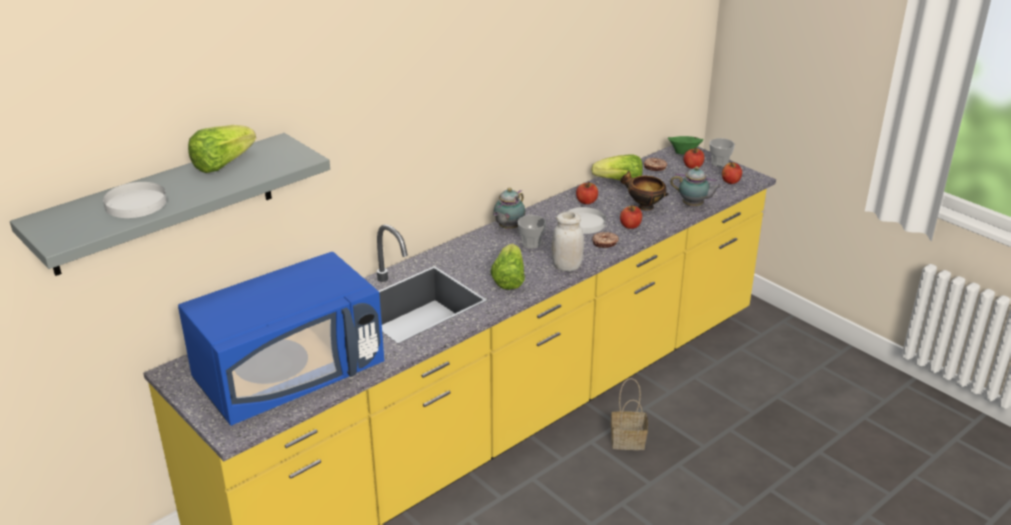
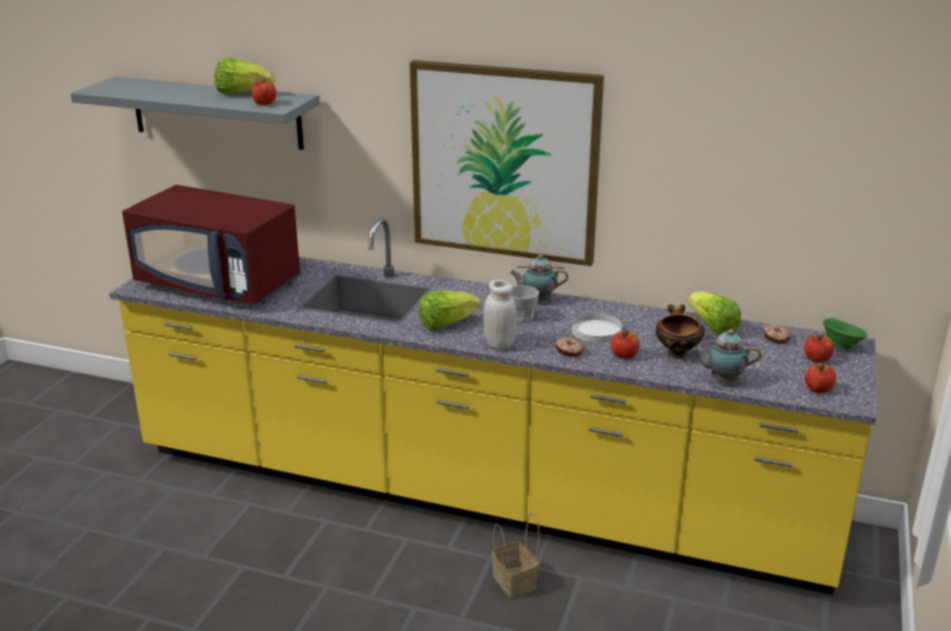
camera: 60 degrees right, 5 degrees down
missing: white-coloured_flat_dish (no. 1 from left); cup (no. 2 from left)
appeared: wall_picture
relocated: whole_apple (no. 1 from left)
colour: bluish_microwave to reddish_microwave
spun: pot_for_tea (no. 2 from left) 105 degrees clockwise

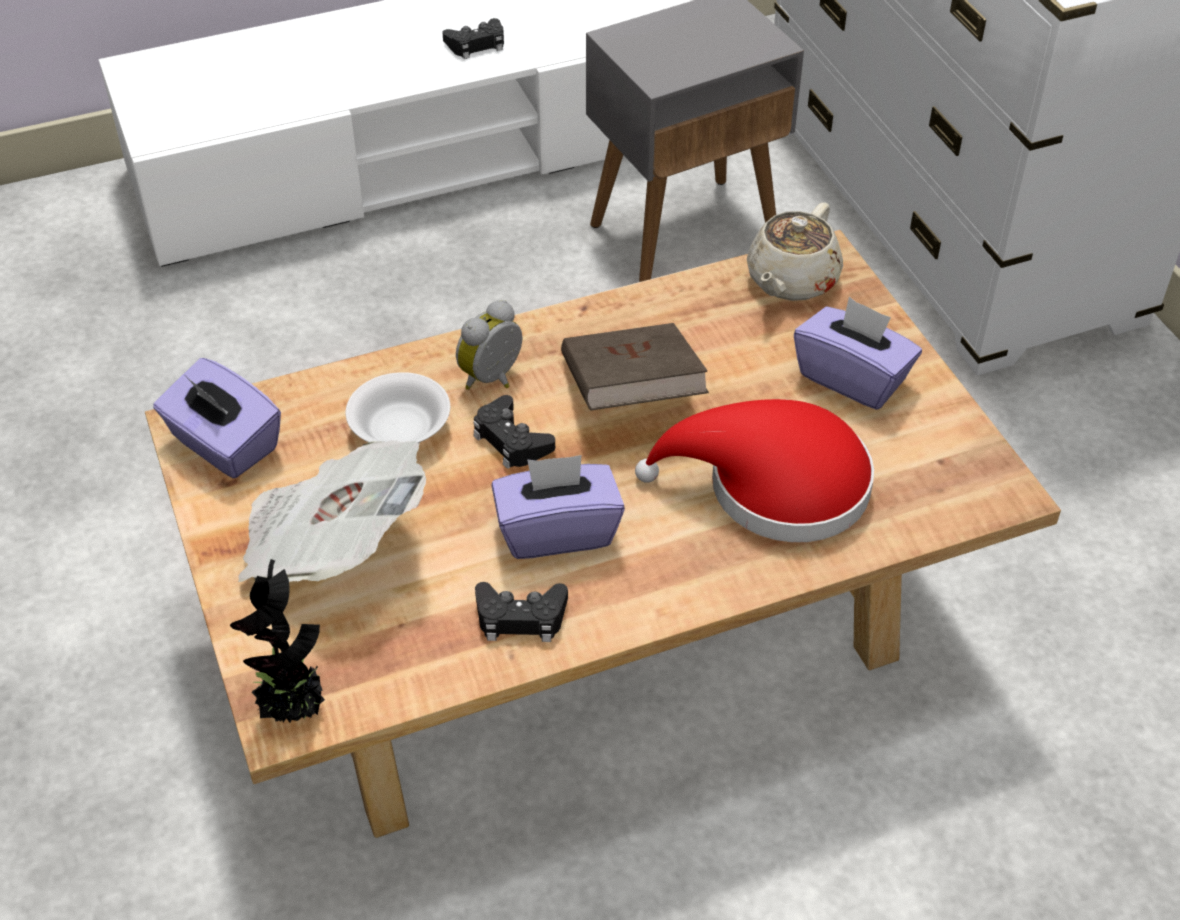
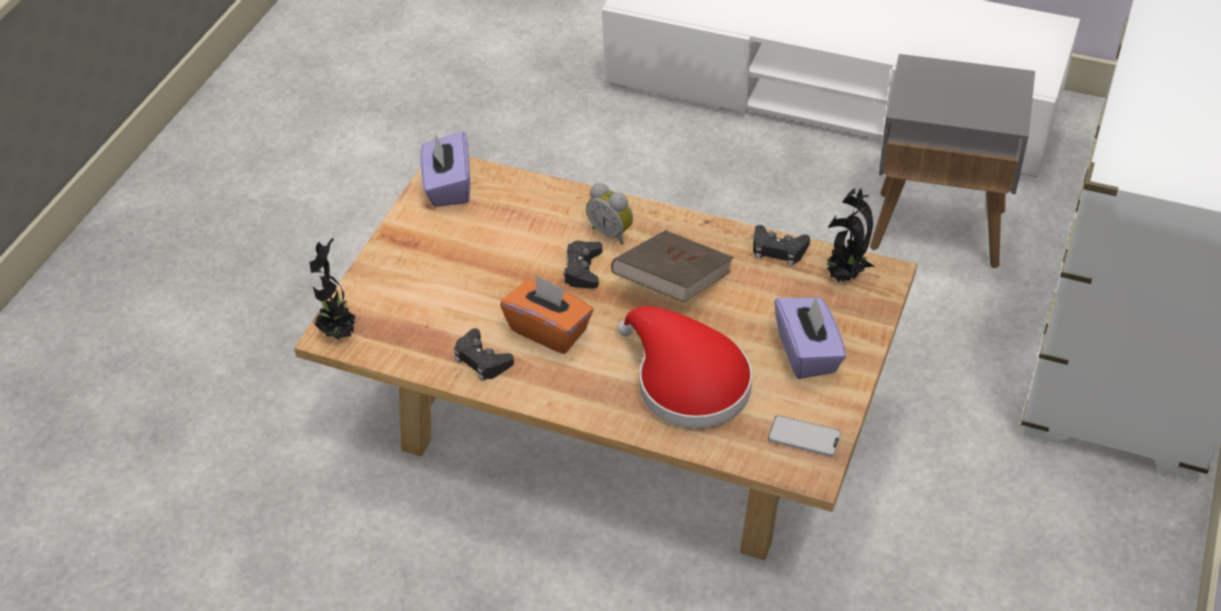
camera: 45 degrees right, 0 degrees up
missing: newspaper; white-coloured_serving_bowl
appeared: phone
relocated: blackish_joypad (no. 1 from left in the first image) to blackish_joypad (no. 3 from left)
exchanged: beige_pot_for_tea to potted_plant (no. 2 from left)
colour: purplish_tissue_box (no. 2 from left) to orange-coloured_tissue_box
spun: alarm_clock 135 degrees counterclockwise

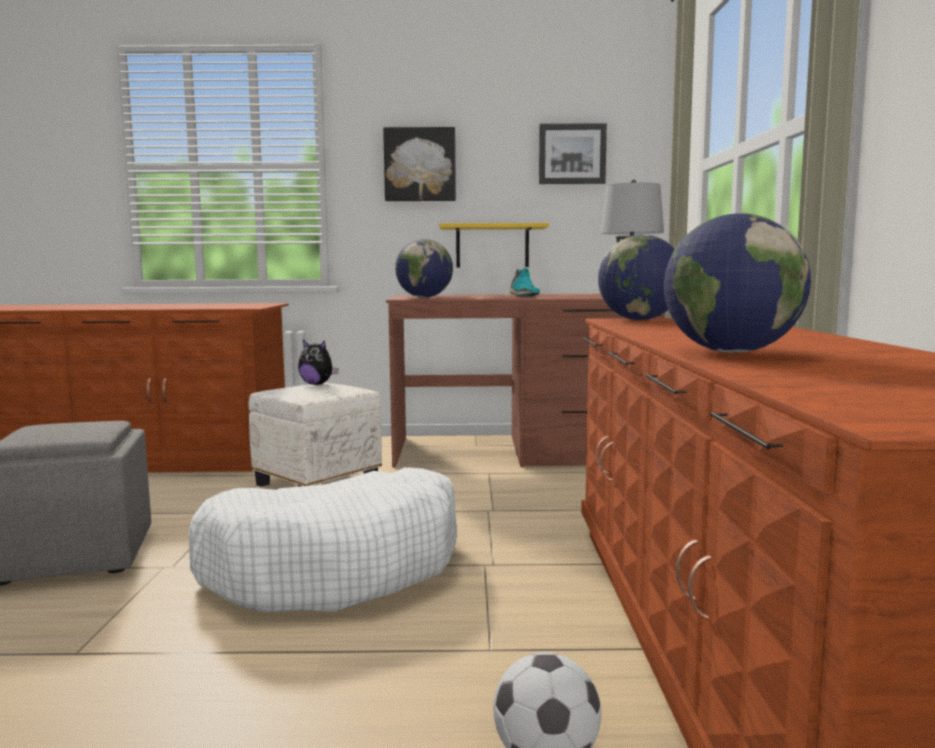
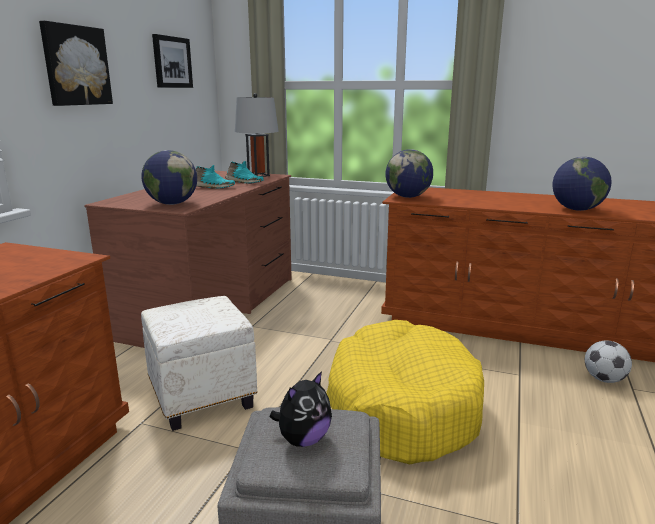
camera: 70 degrees left, 10 degrees up
missing: yellow_wall_shelf
appeared: blue-green_shoe (no. 2 from left)
relocated: soft_toy
colour: white-coloured_dog_bed to yellow_dog_bed

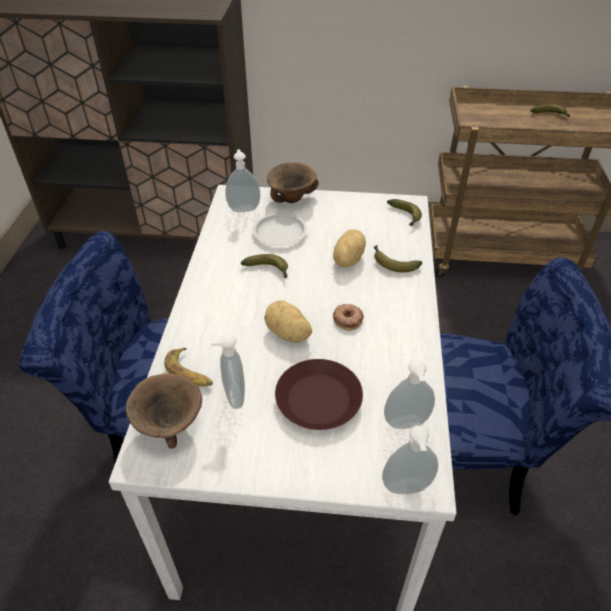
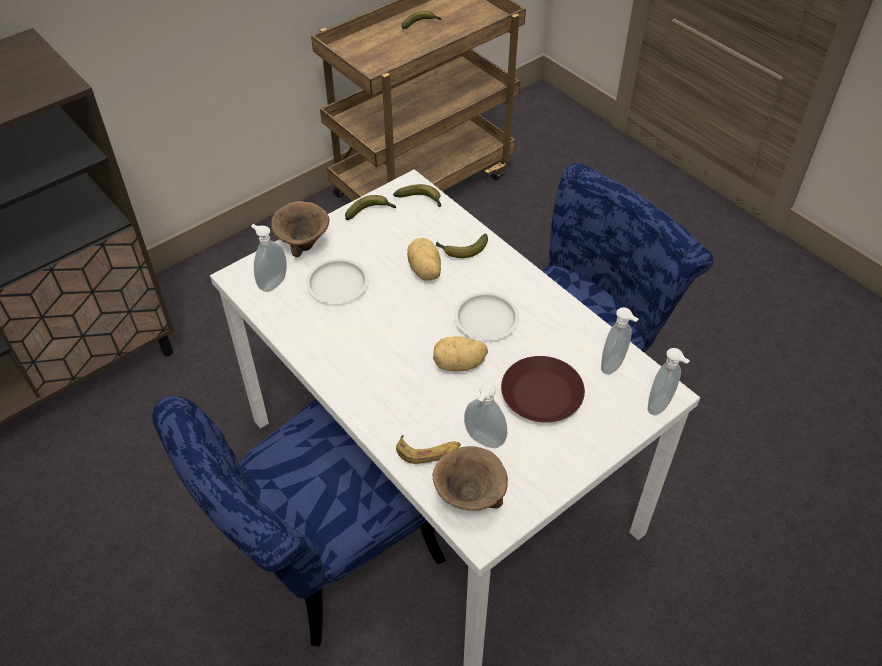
camera: 45 degrees left, 5 degrees up
relocated: whole_banana (no. 2 from left in the first image) to whole_banana (no. 1 from left)
exchanged: donut to white-coloured_flat_dish (no. 2 from left)

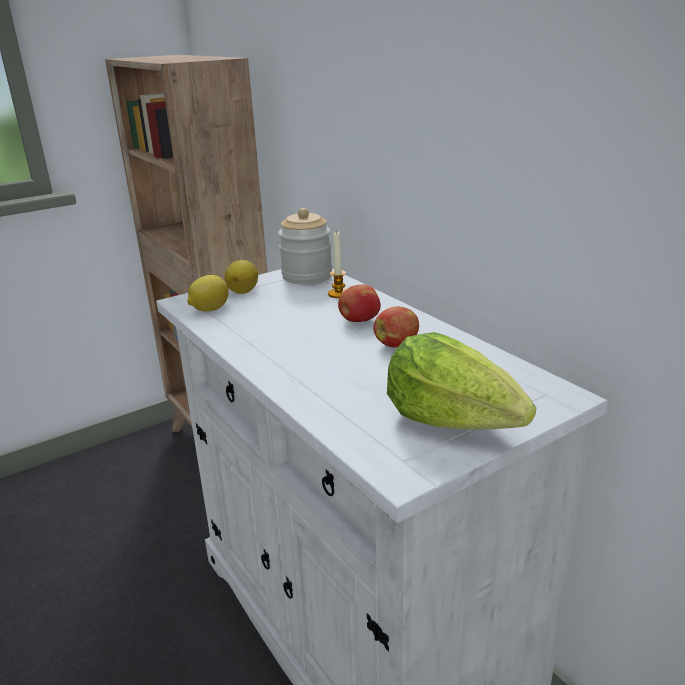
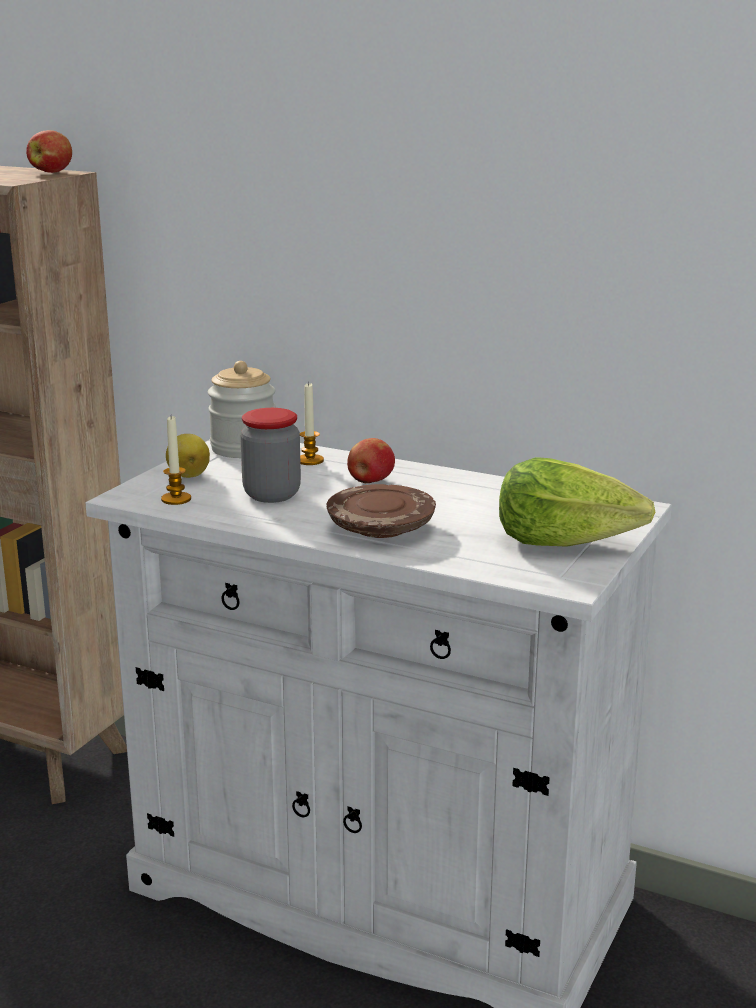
camera: 30 degrees left, 5 degrees down
appeared: jar (no. 2 from left); brownish_flat_dish
relocated: whole_apple (no. 2 from left in the first image) to whole_apple (no. 1 from left)
exchanged: whole_lemon (no. 1 from left) to candle (no. 1 from left)

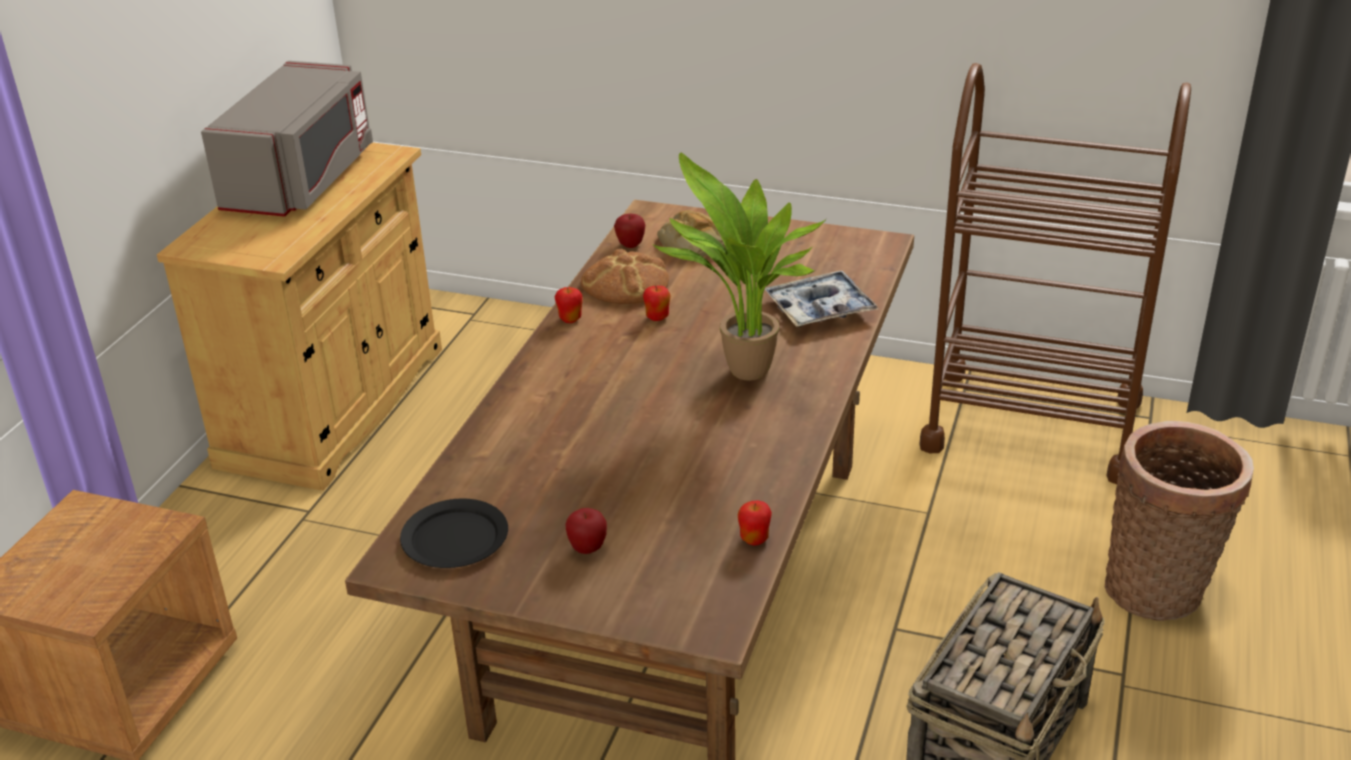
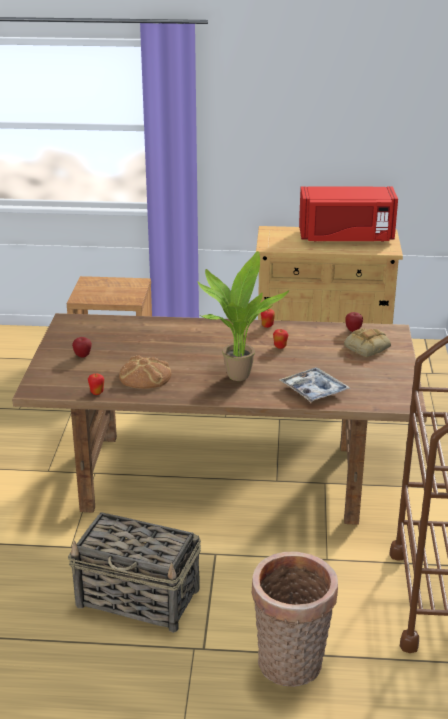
camera: 75 degrees right, 5 degrees down
missing: blackish_flat_dish
relocated: bakery_bread (no. 1 from left)
colour: greyish_microwave to reddish_microwave

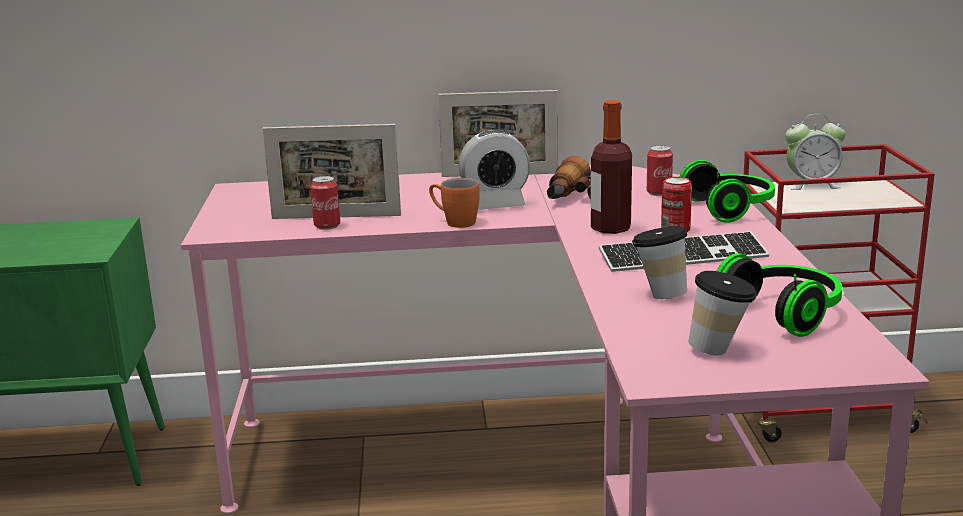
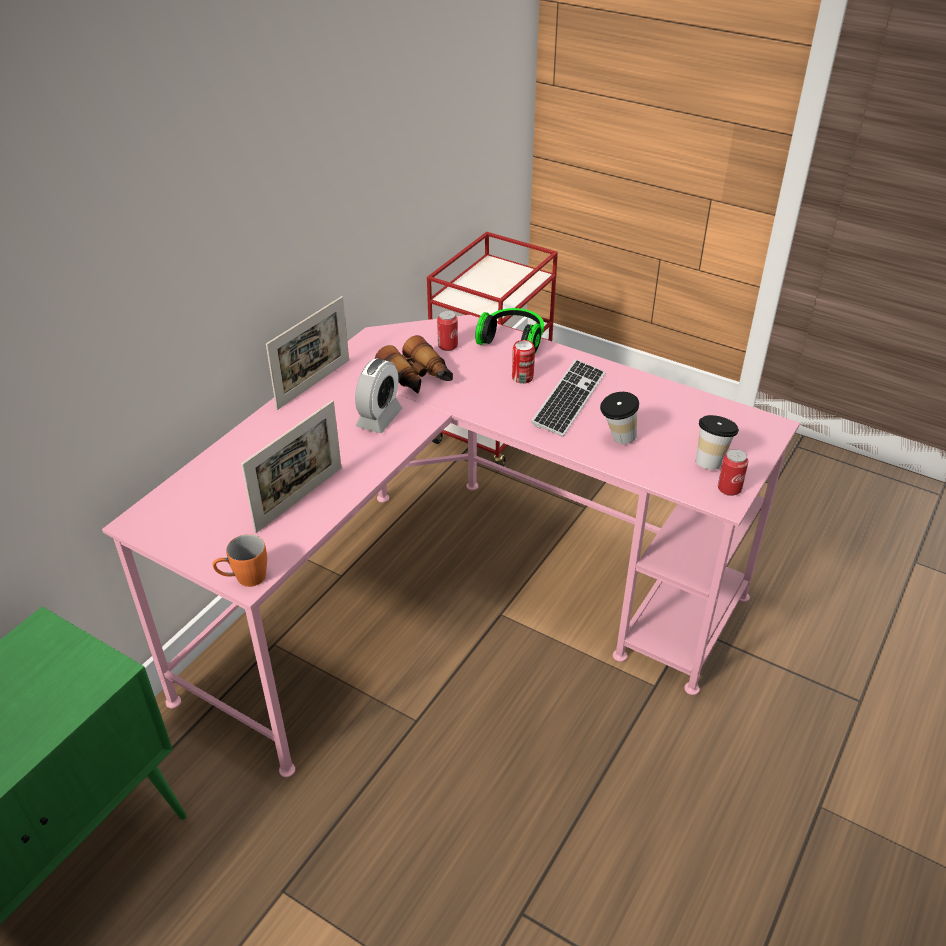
camera: 55 degrees left, 20 degrees up
missing: beverage_bottle; headset (no. 2 from left); alarm_clock (no. 2 from left)
relocated: metal_can (no. 1 from left in the first image) to metal_can (no. 3 from left); orange-coloured_mug

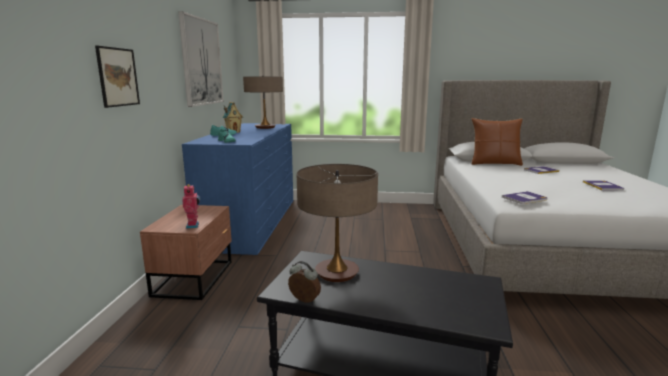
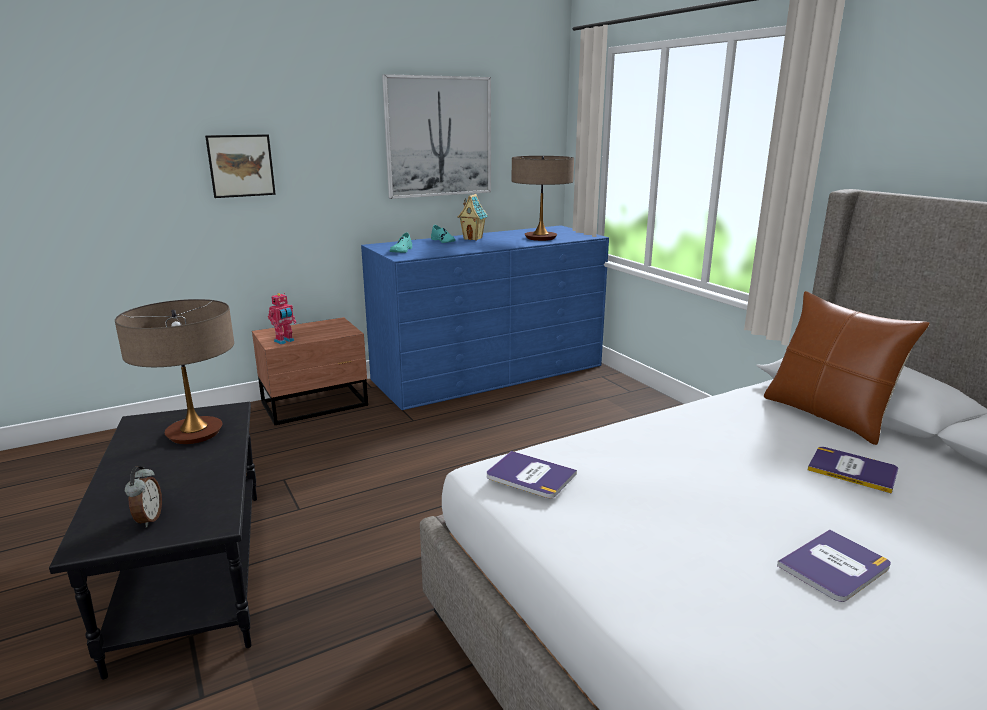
camera: 55 degrees right, 5 degrees up
relocated: alarm_clock

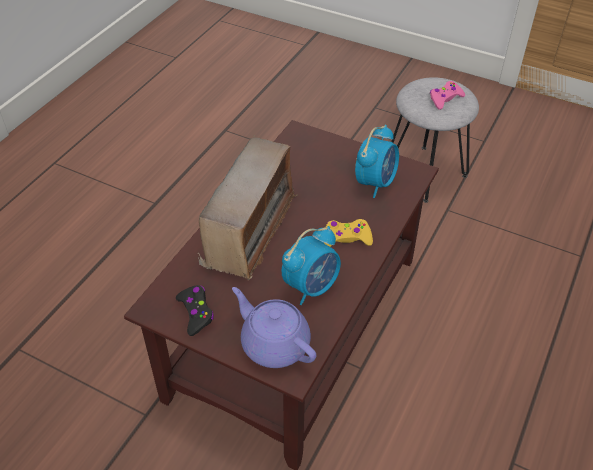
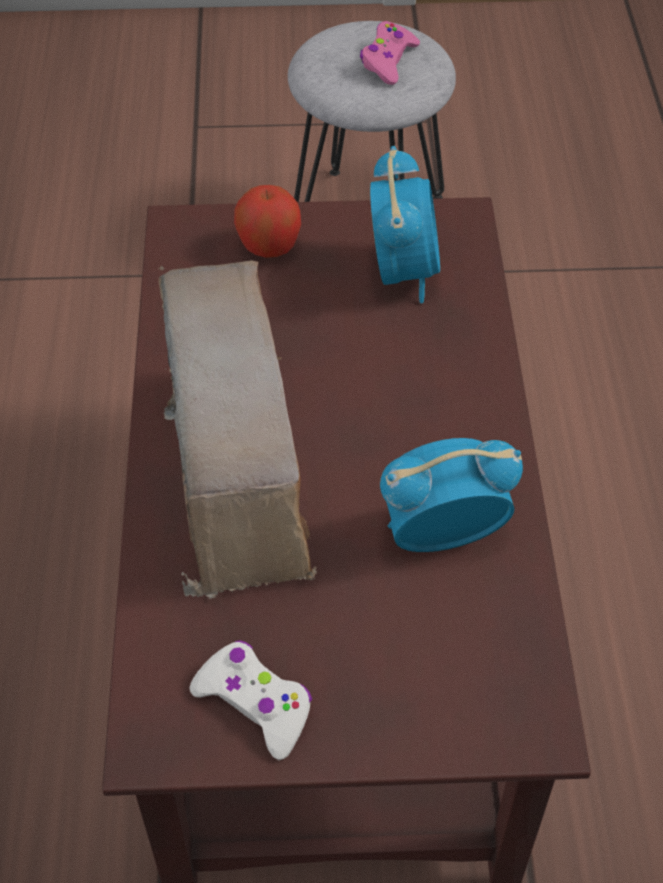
camera: 30 degrees left, 5 degrees up
missing: purplish_pot_for_tea; yellow_joypad
appeared: whole_apple
colour: blackish_joypad to white-coloured_joypad
spun: alarm_clock (no. 1 from left in the first image) 120 degrees counterclockwise

